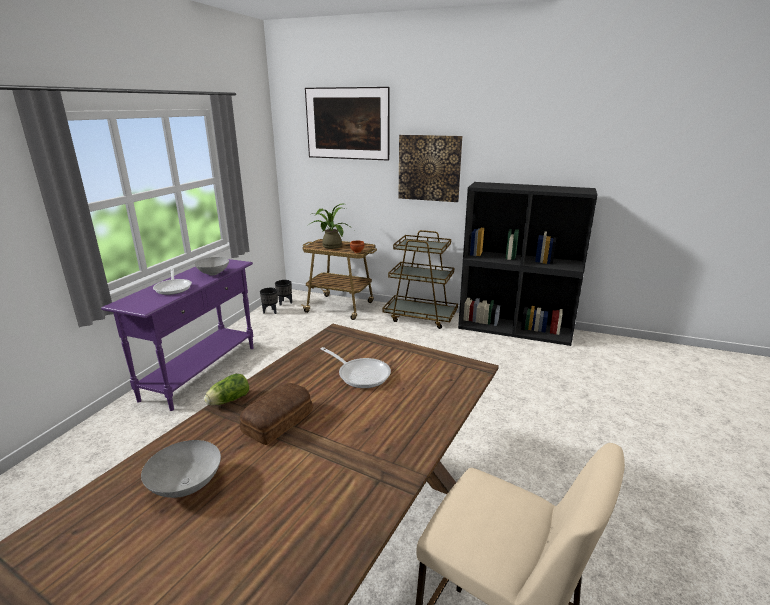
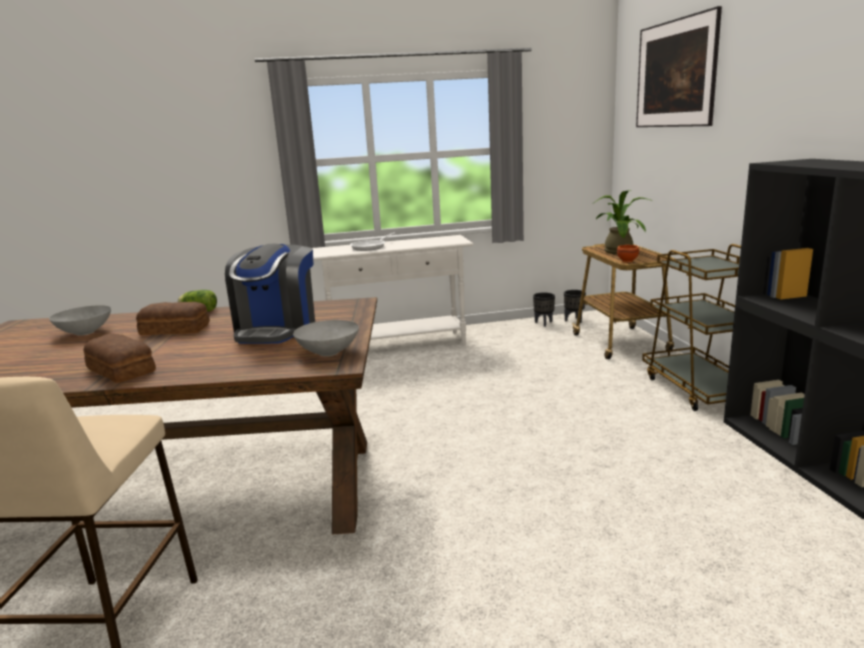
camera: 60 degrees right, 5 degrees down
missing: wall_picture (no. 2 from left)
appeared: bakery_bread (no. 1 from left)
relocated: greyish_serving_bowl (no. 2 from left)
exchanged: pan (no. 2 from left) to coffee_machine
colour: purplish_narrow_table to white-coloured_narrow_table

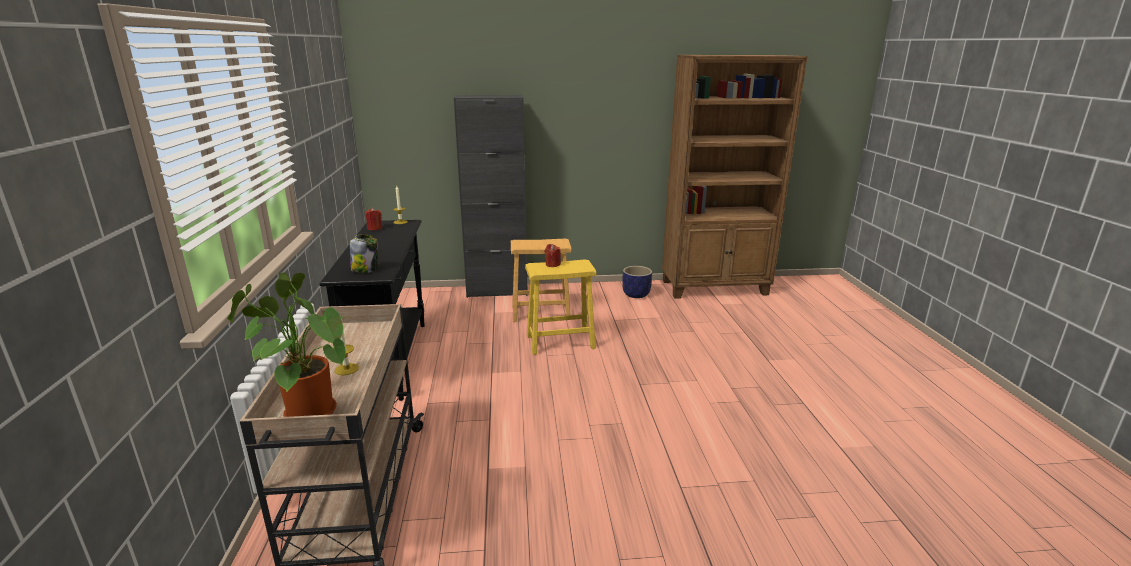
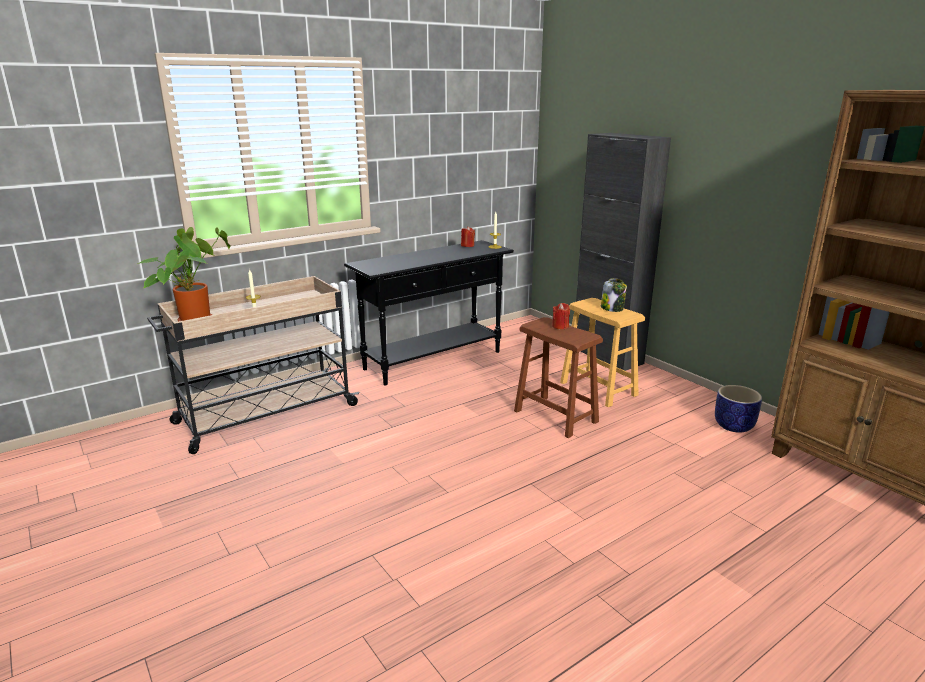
camera: 60 degrees right, 0 degrees up
relocated: jar
colour: yellow_sitting_stool to brownish_sitting_stool (no. 1 from left)

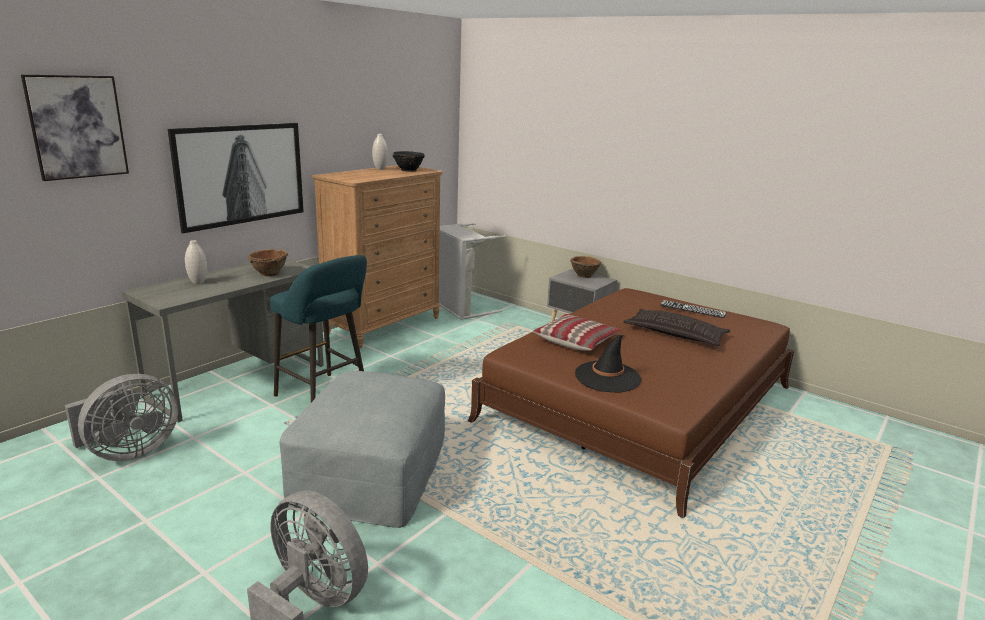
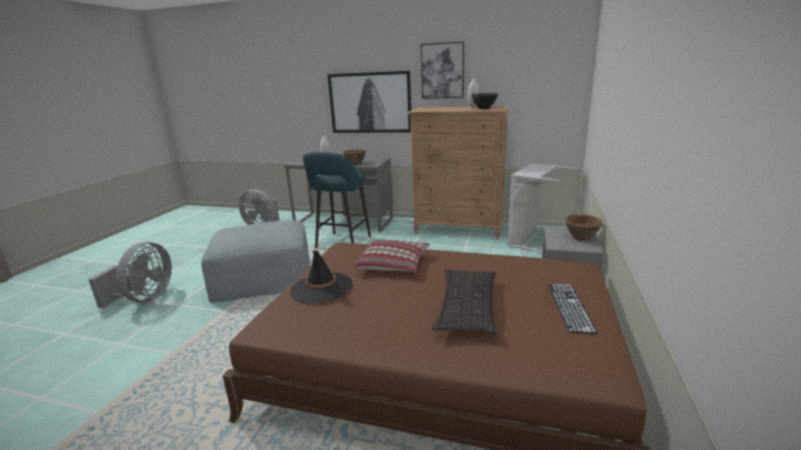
camera: 70 degrees right, 0 degrees up
relocated: wall_picture (no. 1 from left in the first image) to wall_picture (no. 2 from left)

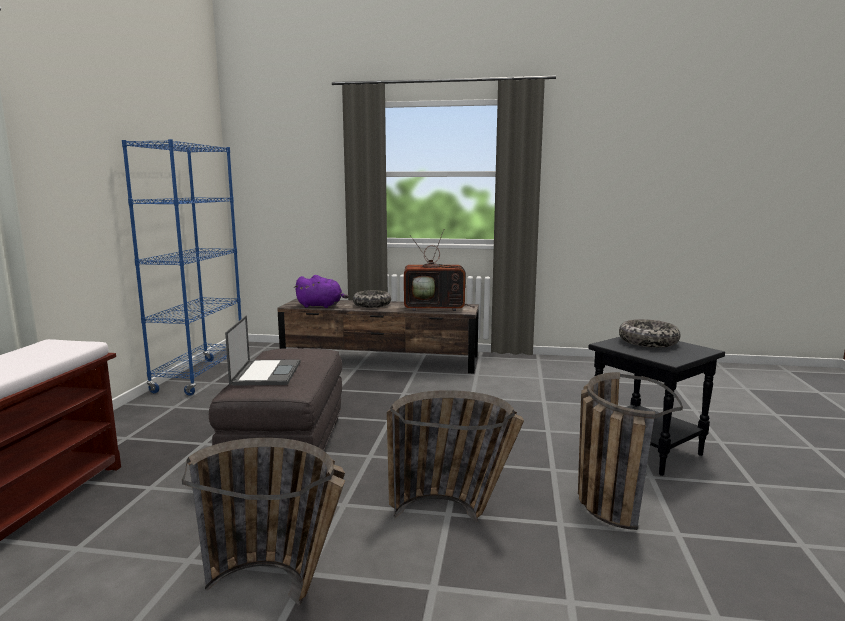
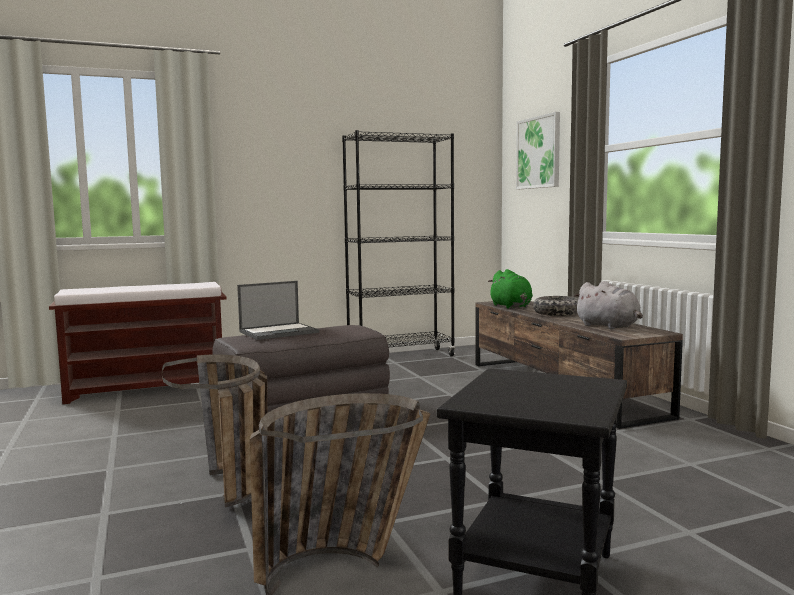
camera: 60 degrees right, 5 degrees down
missing: basket (no. 1 from left); serving_bowl (no. 2 from left)
appeared: wall_picture
exchanged: TV to greyish_soft_toy
colour: bluish_bookcase to blackish_bookcase; purplish_soft_toy to green-coloured_soft_toy

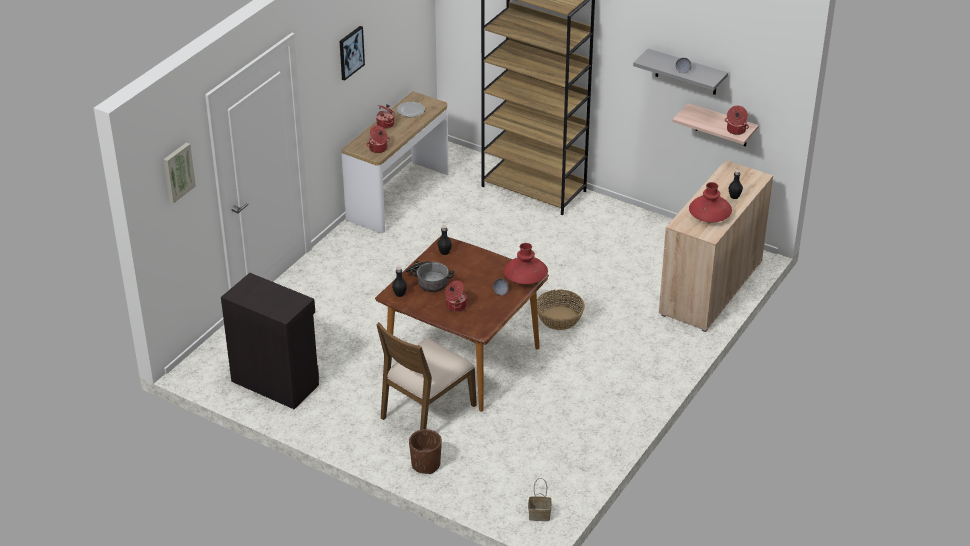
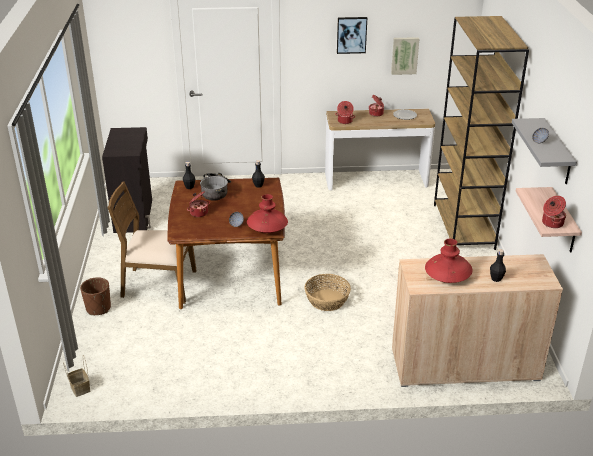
camera: 55 degrees right, 5 degrees down
relocated: wall_picture (no. 1 from left in the first image) to wall_picture (no. 2 from left)

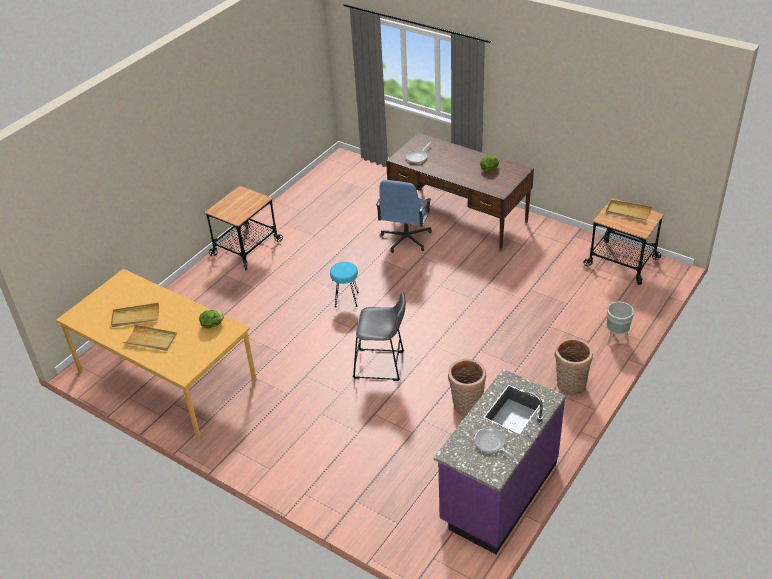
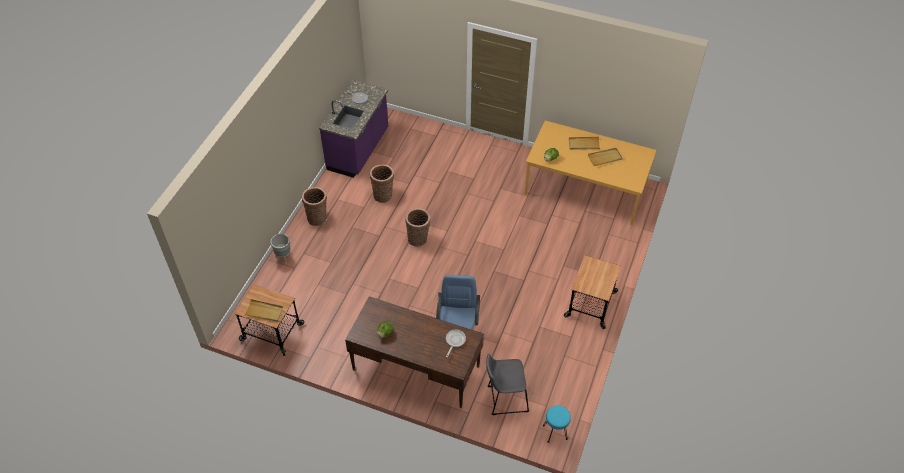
camera: 165 degrees right, 10 degrees up
appeared: basket (no. 3 from left)
relocated: blue-green_sitting_stool; greyish_sitting_stool

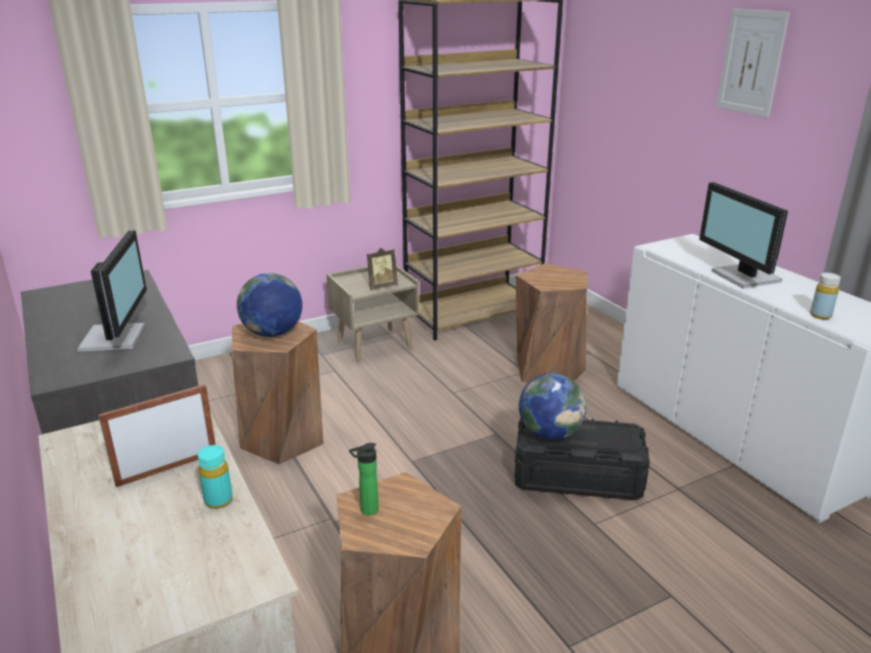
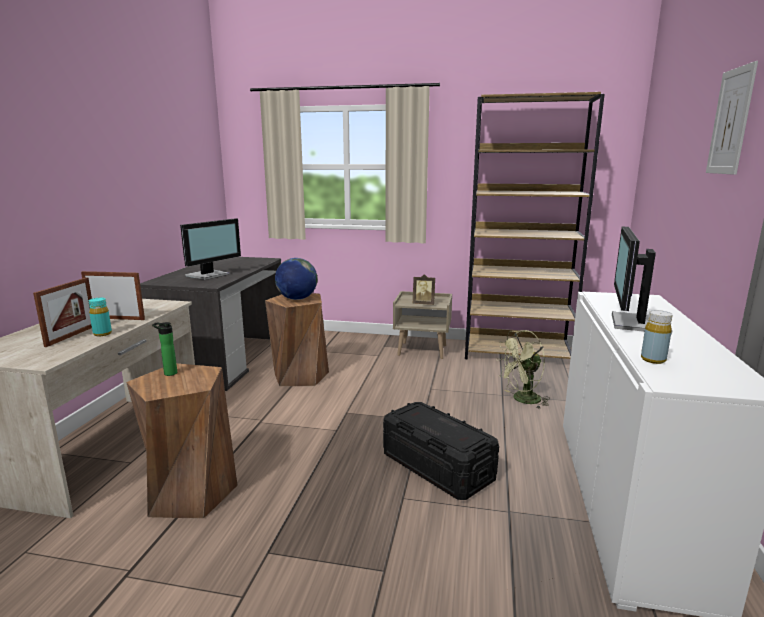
camera: 40 degrees right, 10 degrees down
missing: world_globe (no. 2 from left)
appeared: photo_frame (no. 1 from left)
exchanged: brownish_sitting_stool (no. 3 from left) to green-coloured_fan

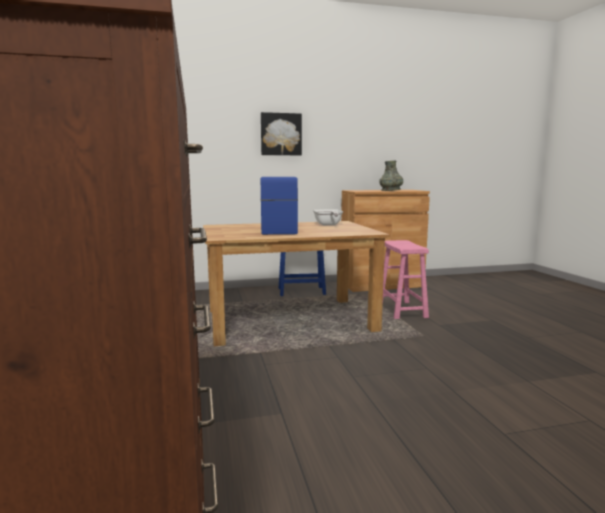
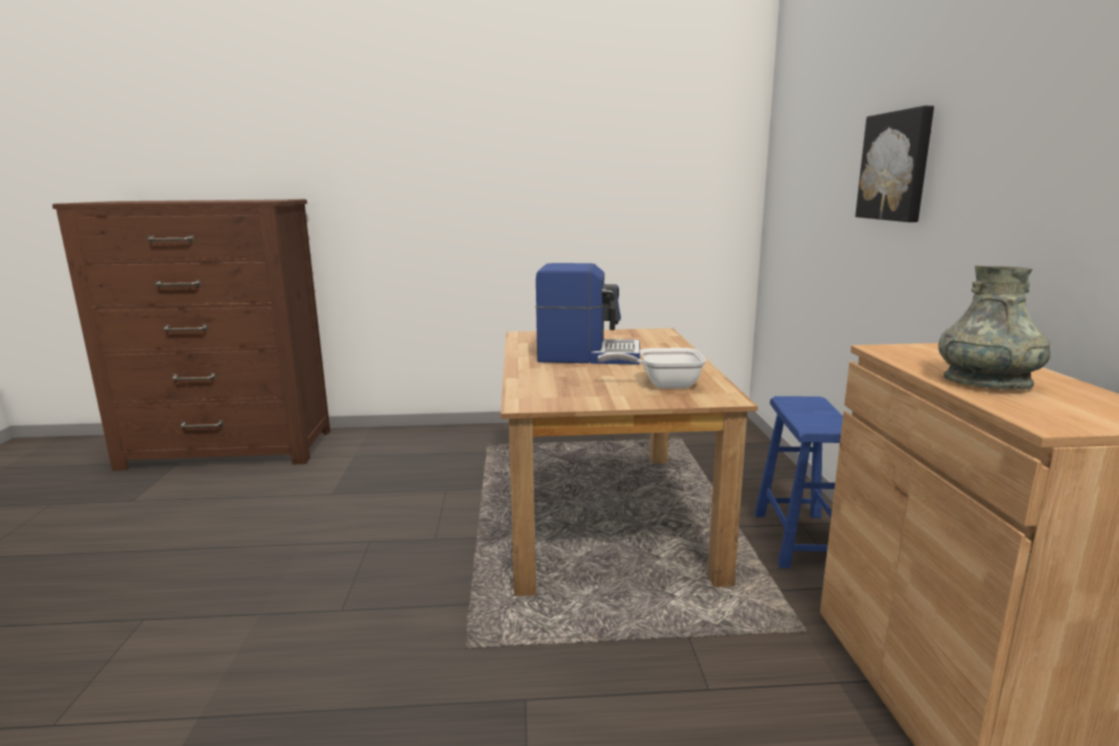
camera: 100 degrees right, 5 degrees up
missing: pink-coloured_sitting_stool

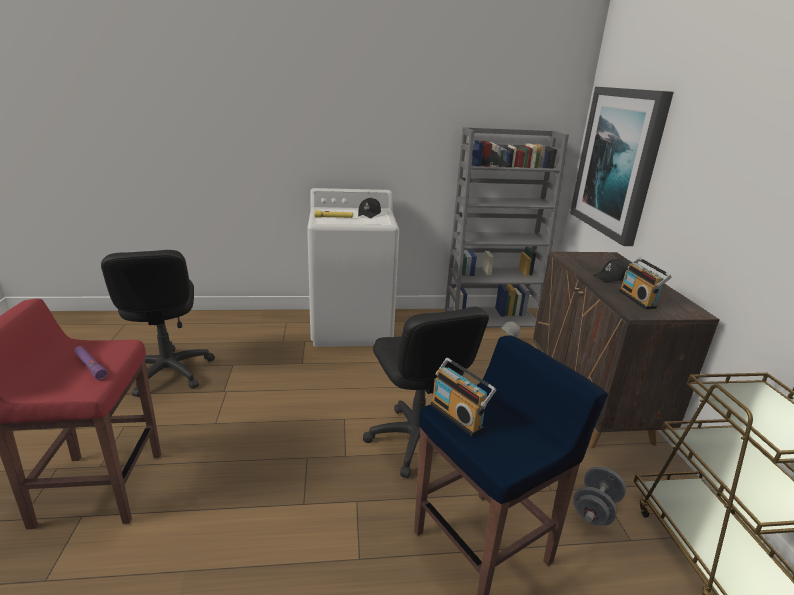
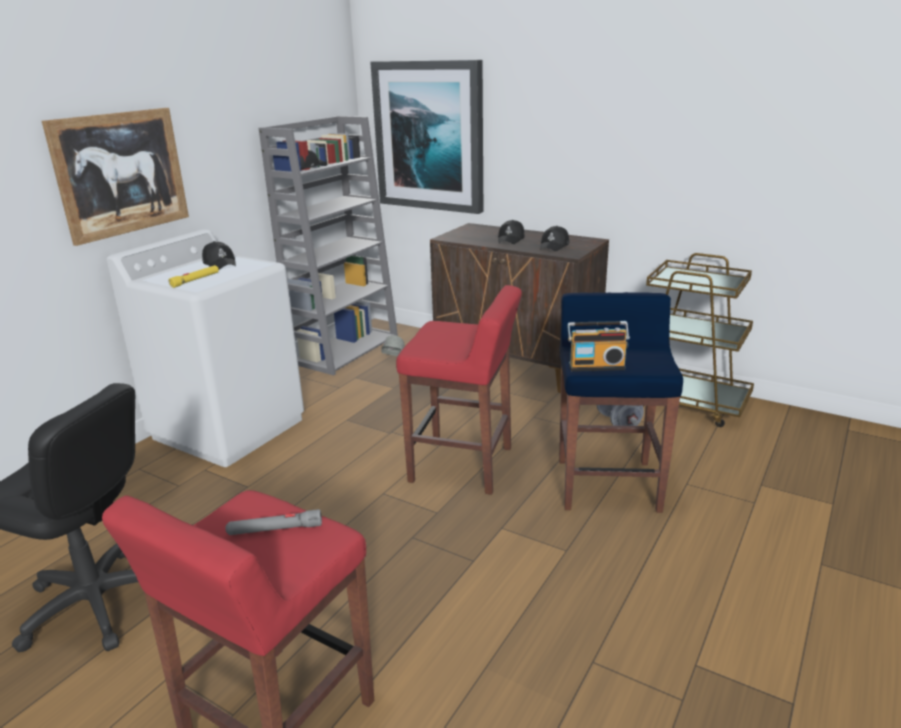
camera: 50 degrees left, 0 degrees up
appeared: wall_picture (no. 1 from left)
exchanged: blackish_desk_chair (no. 2 from left) to reddish_sitting_stool (no. 2 from left); radio_receiver (no. 2 from left) to blackish_cap (no. 4 from left)
colour: purplish_flashlight to greyish_flashlight

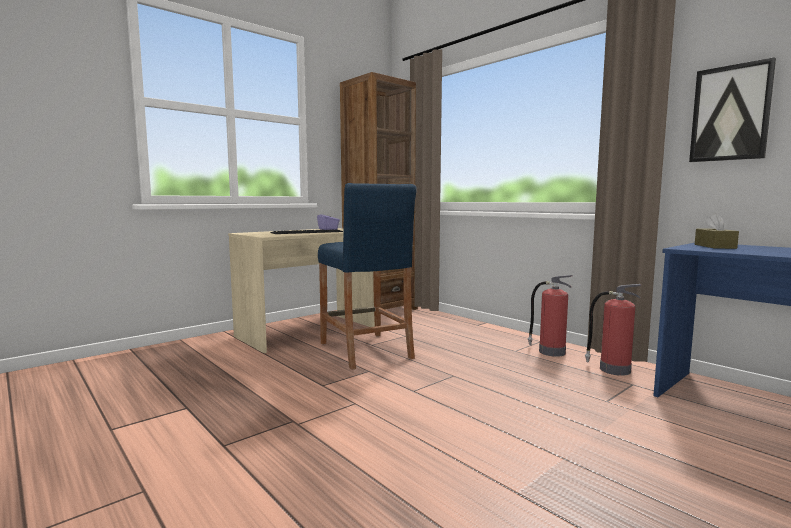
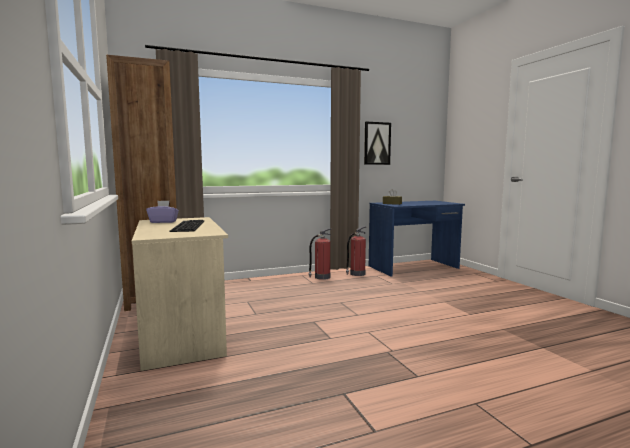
camera: 70 degrees left, 0 degrees up
missing: bluish_sitting_stool

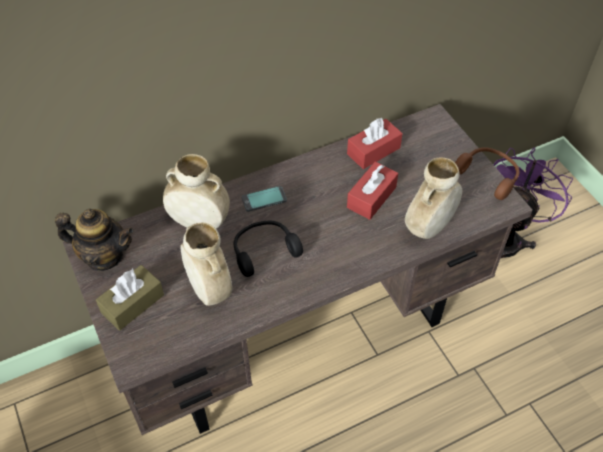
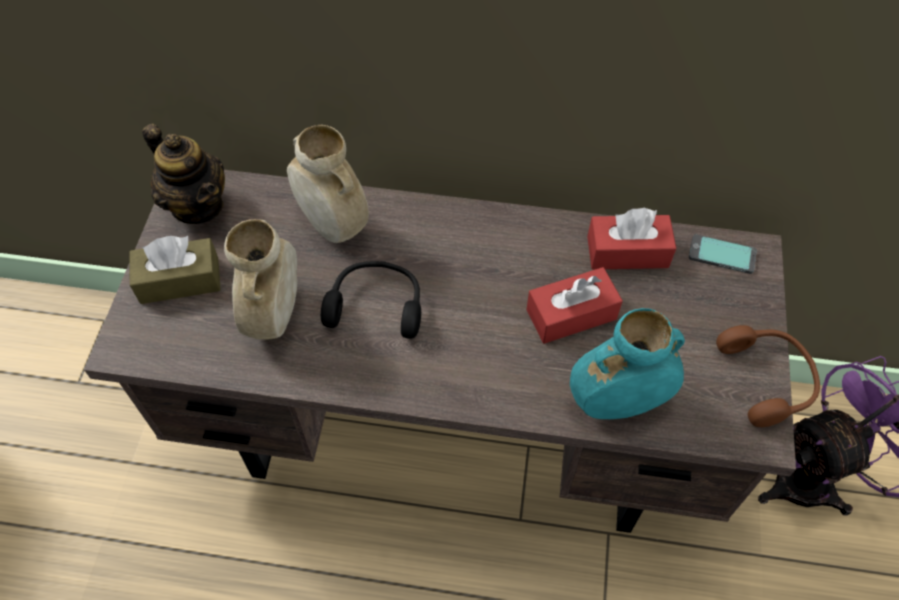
camera: 35 degrees right, 5 degrees up
relocated: phone
colour: beige_decorative_vase (no. 3 from left) to blue-green_decorative_vase

